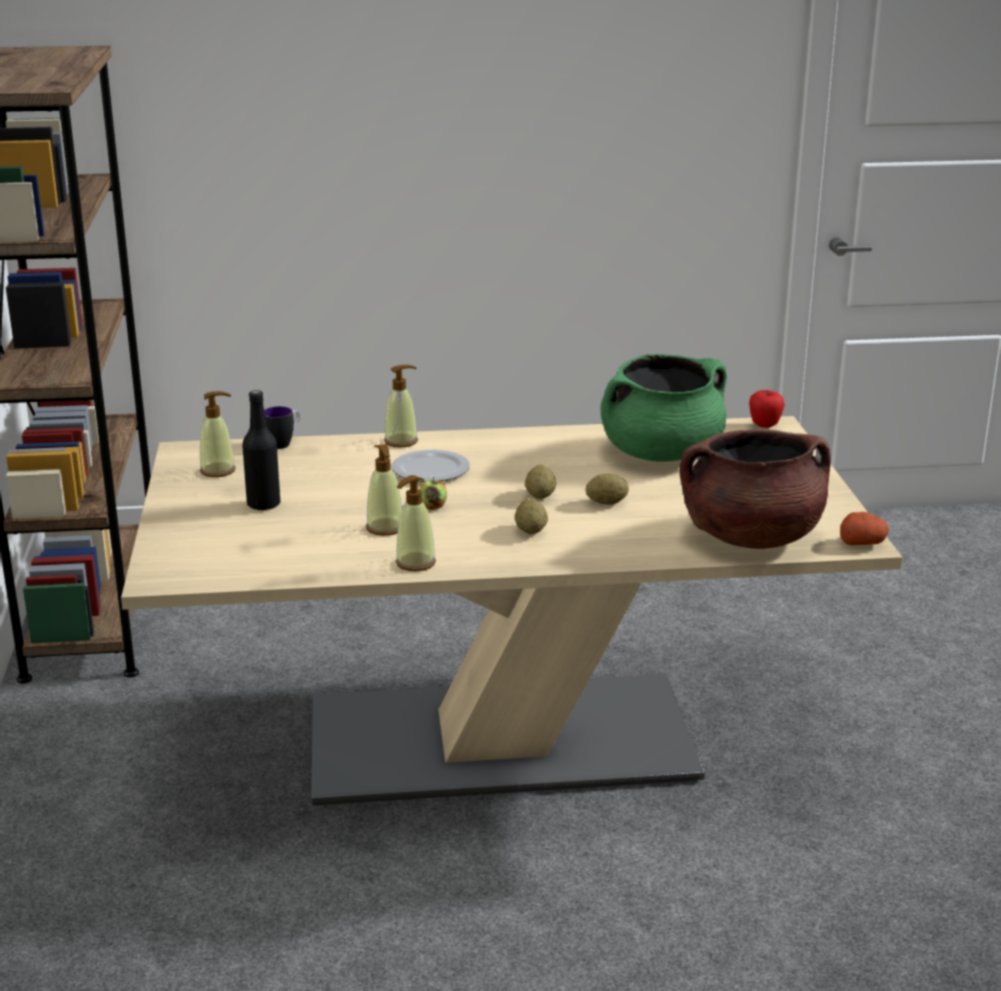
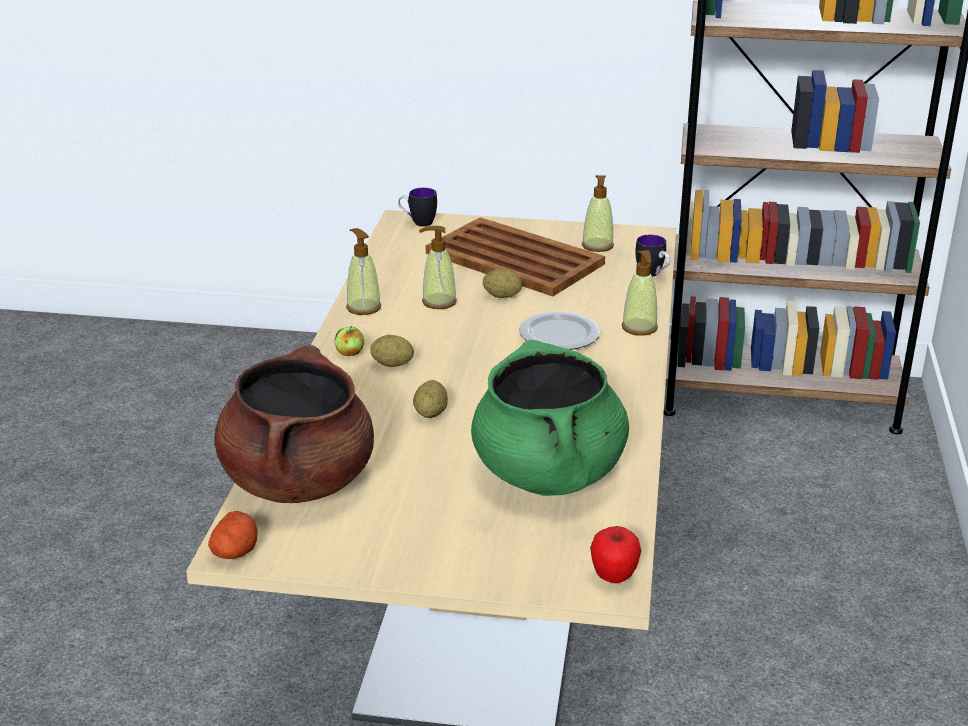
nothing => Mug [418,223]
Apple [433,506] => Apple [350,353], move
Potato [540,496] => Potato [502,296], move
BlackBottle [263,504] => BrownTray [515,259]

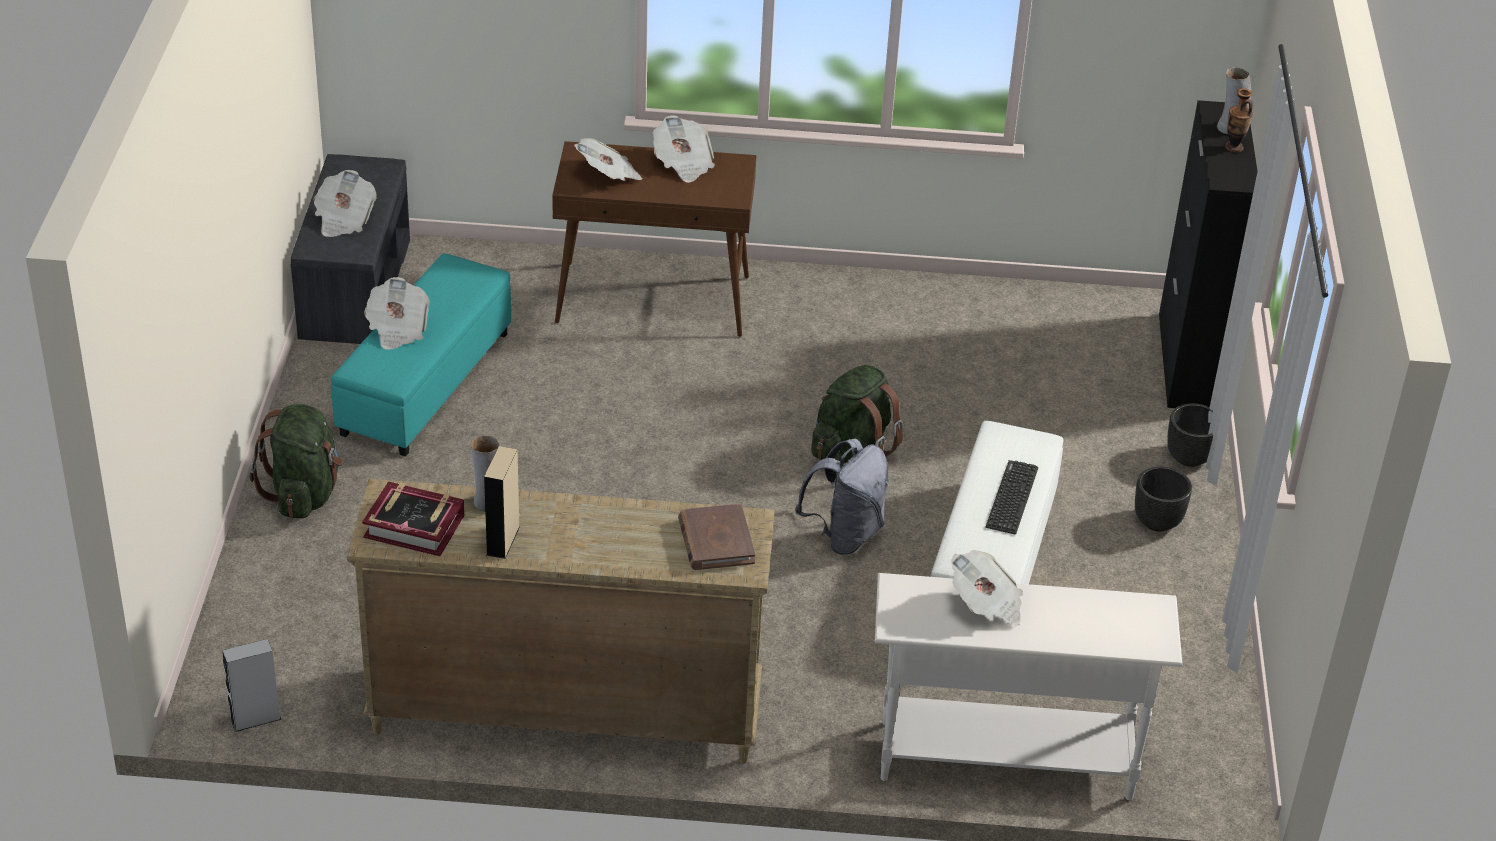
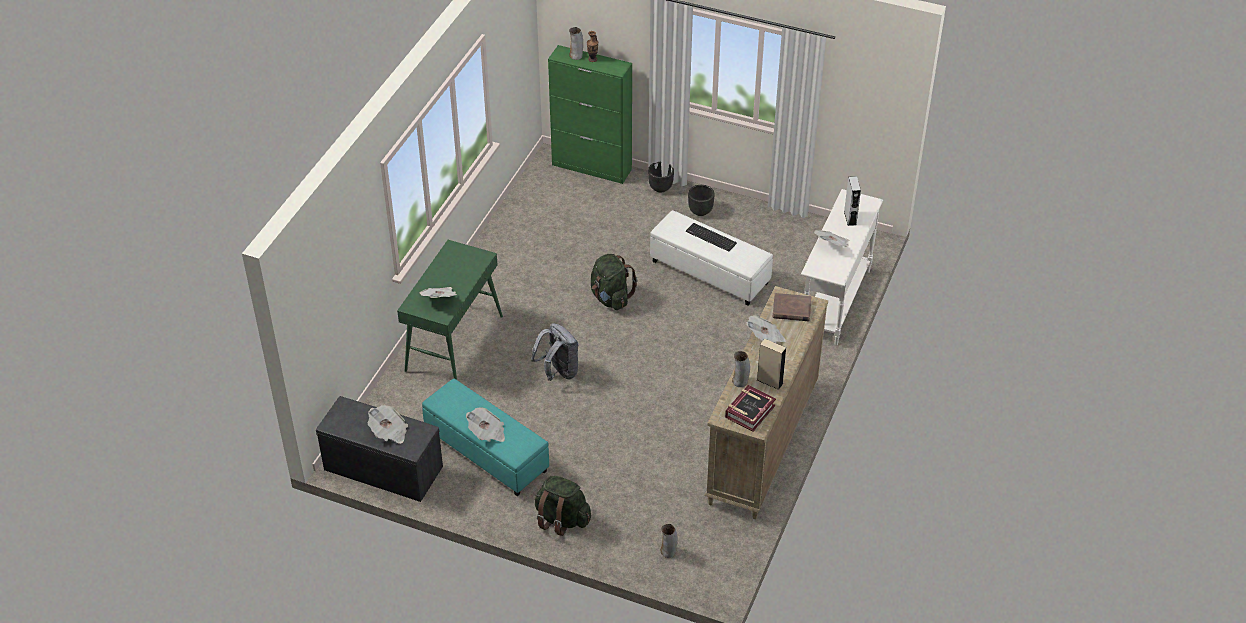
nothing => Vase [668,551]
GreySpeaker [255,719] => GreySpeaker [850,218], move
Newspaper [683,164] => Newspaper [765,338], move
GreyBackpack [845,535] => GreyBackpack [558,372], move
BrownConsoleTable [654,299] => GreenConsoleTable [454,343]
BlackCabinet [1186,362] => GreenCabinet [592,167]

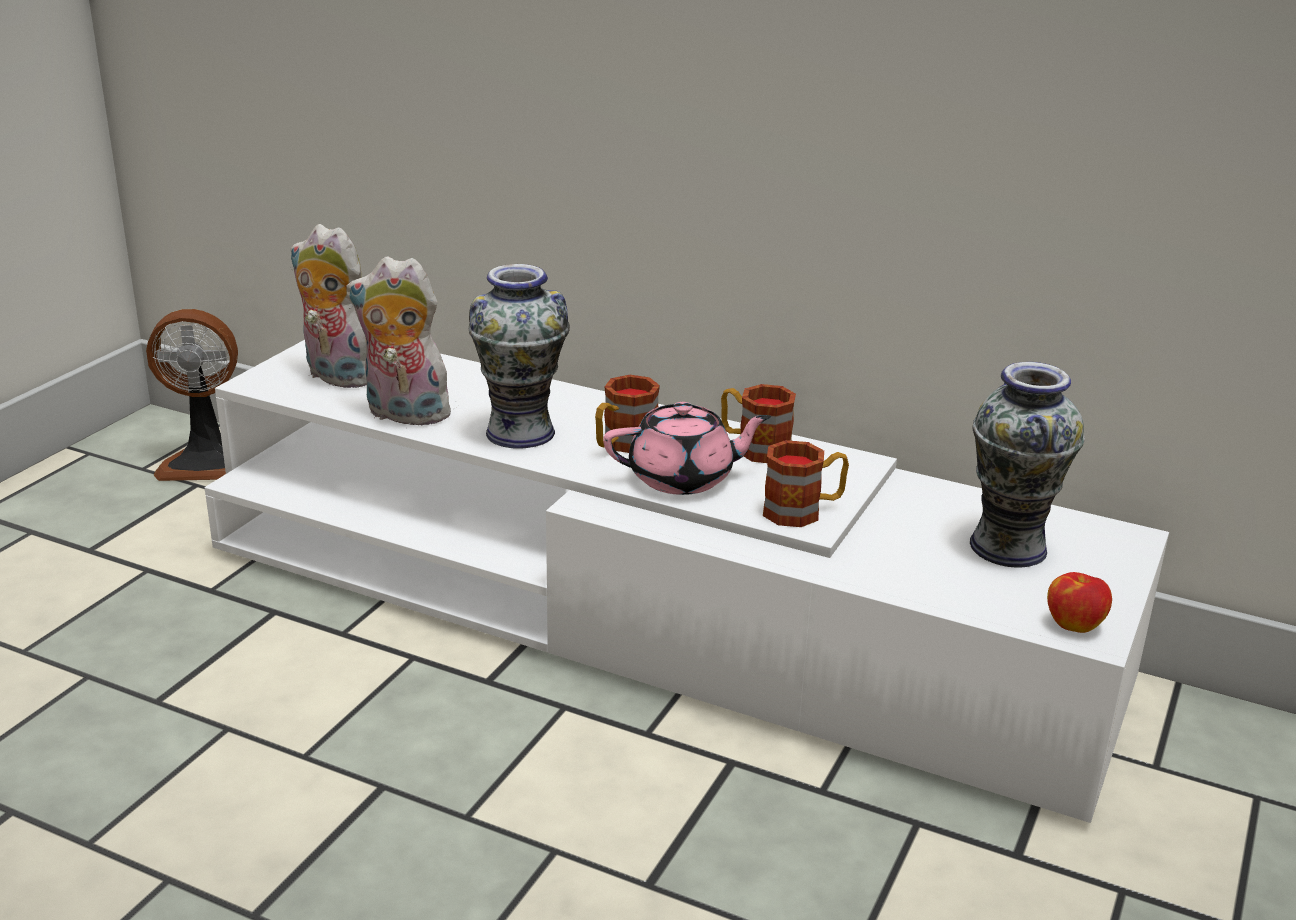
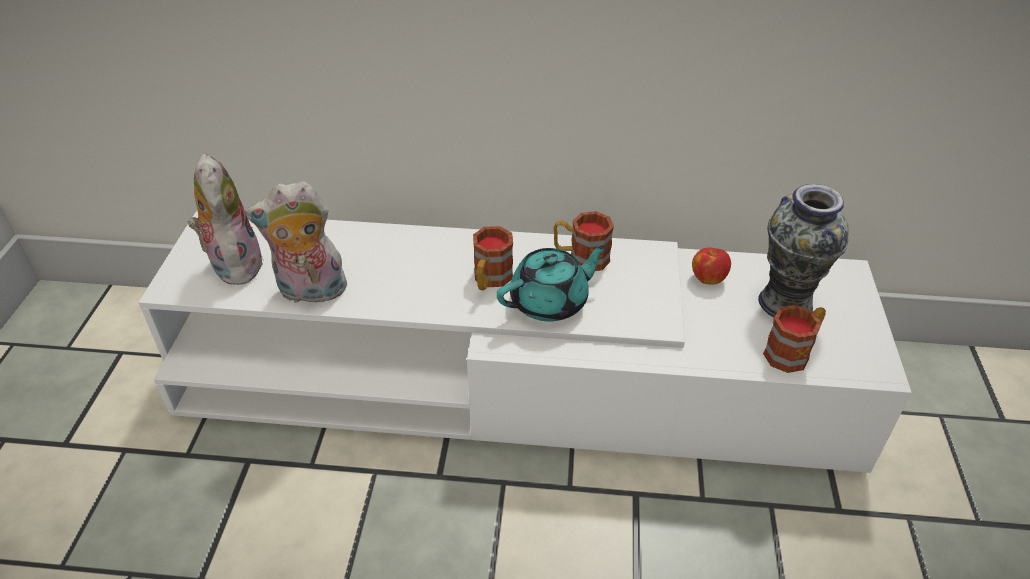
Fan [206,463] => nothing
Vase [520,432] => nothing
Mug [803,511] => Mug [792,352], move
Apple [1074,624] => Apple [708,278], move
PinkTeapot [683,478] => TurquoiseTeapot [550,302]
PlushToy [336,376] => PlushToy [233,264], 60 degrees clockwise

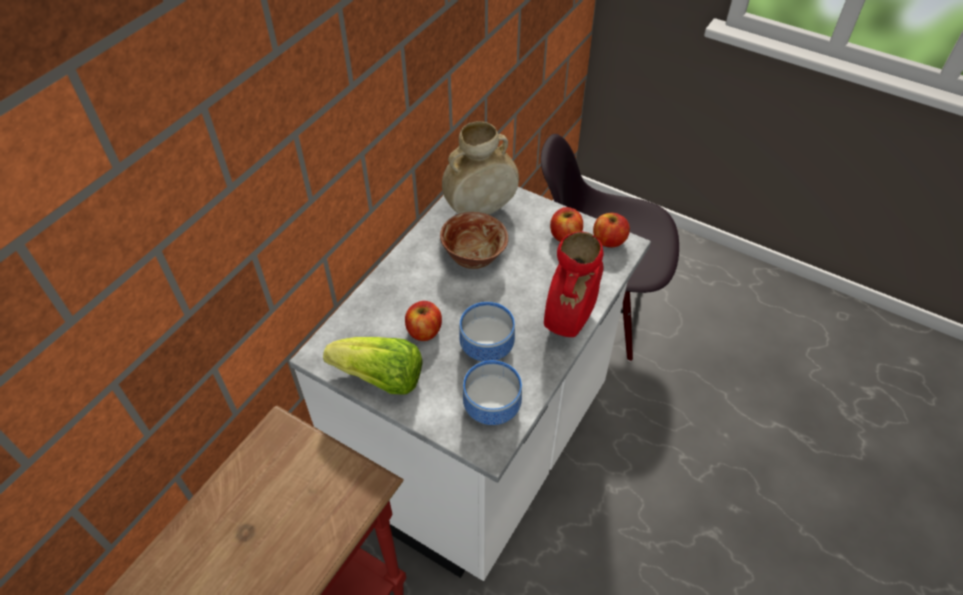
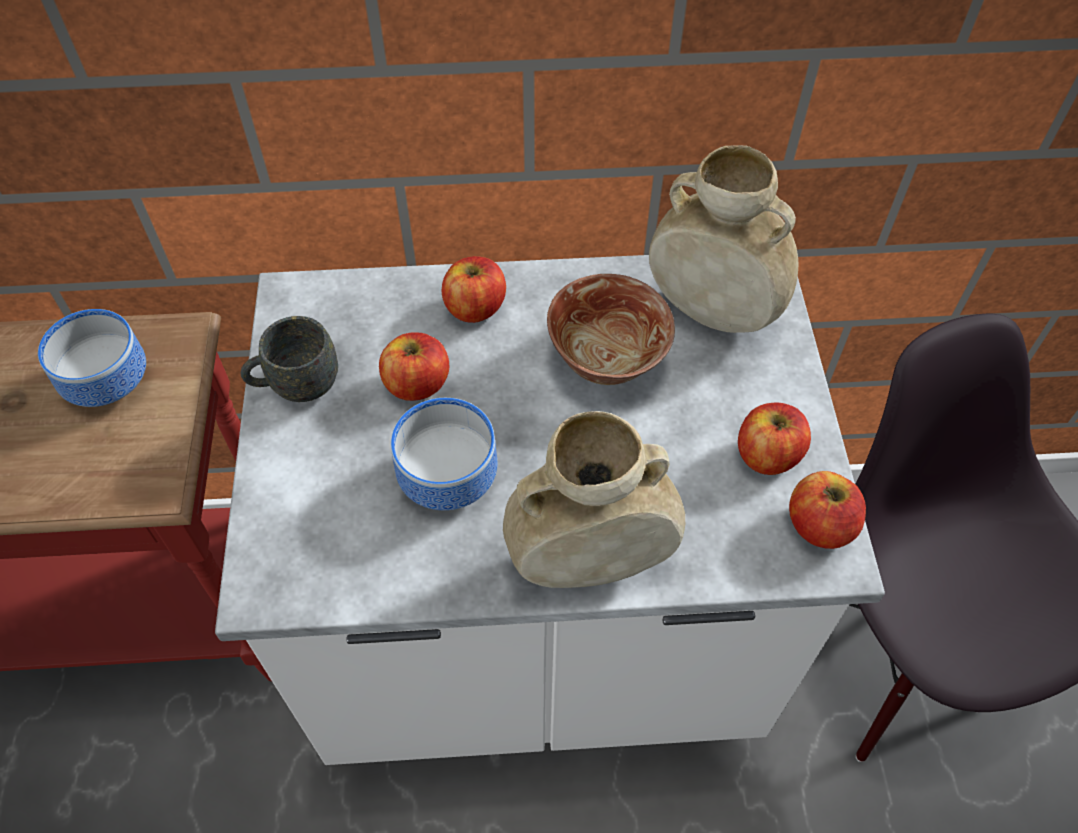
nothing => Apple [475,307]
Bowl [494,407] => Bowl [107,385], move
Lettuce [380,379] => GreyMug [296,385]
RedVase [569,320] => BeigeVase [590,562]

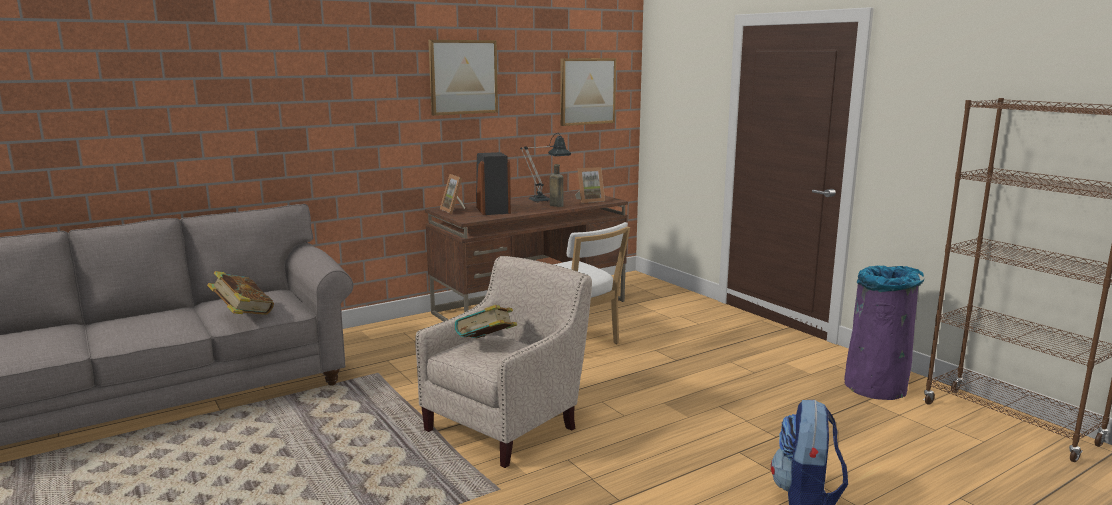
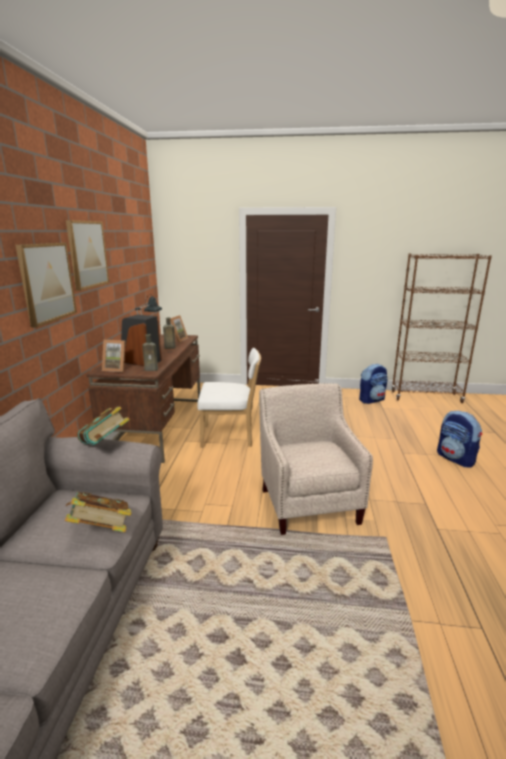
nothing => BrownBottle [152,369]
Book [486,345] => Book [105,445], move
Picture [587,91] => Picture [47,282], move
PurpleTrashCan [876,386] => Backpack [371,400]

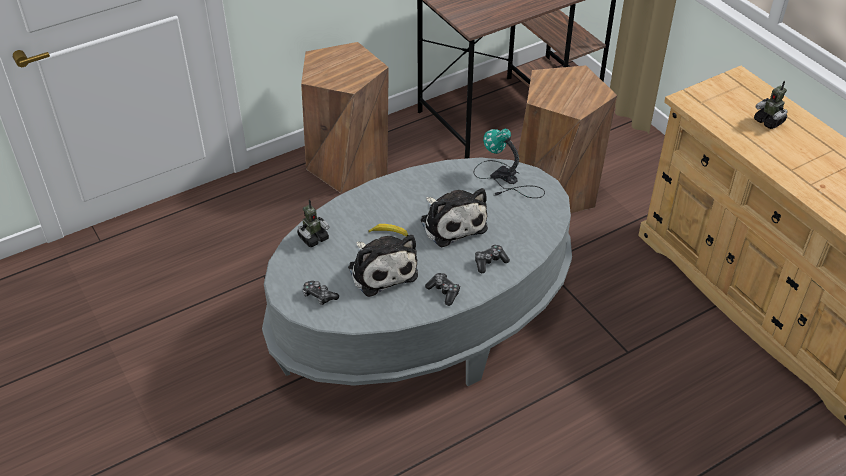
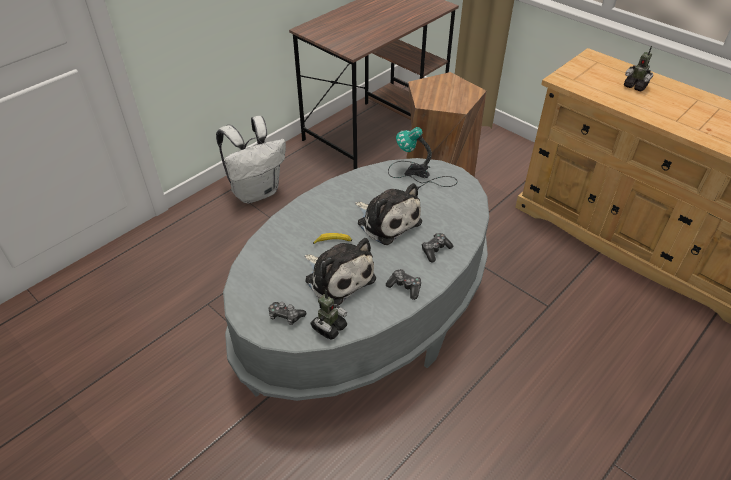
ToyRobot [313,238] => ToyRobot [329,327], move
BrownStool [348,164] => WhiteBackpack [257,191]

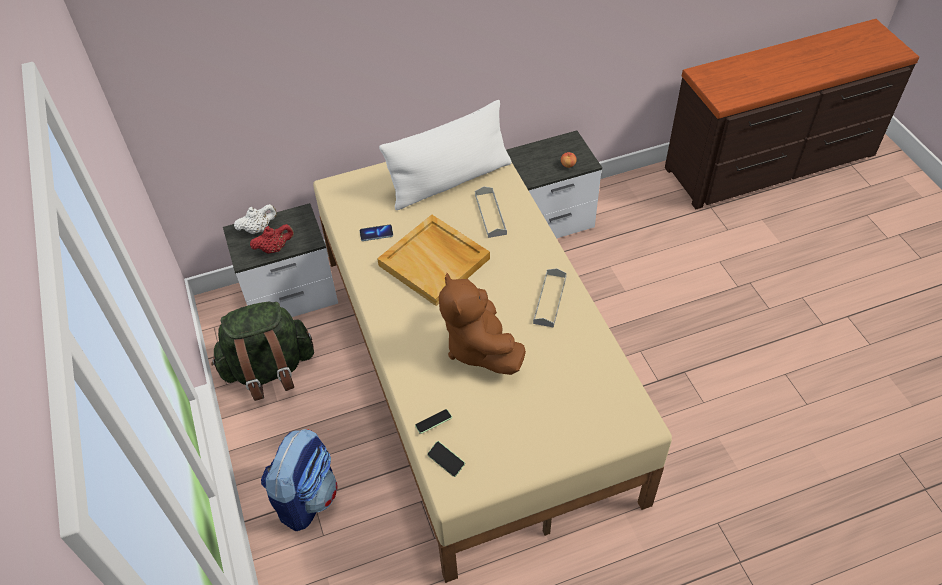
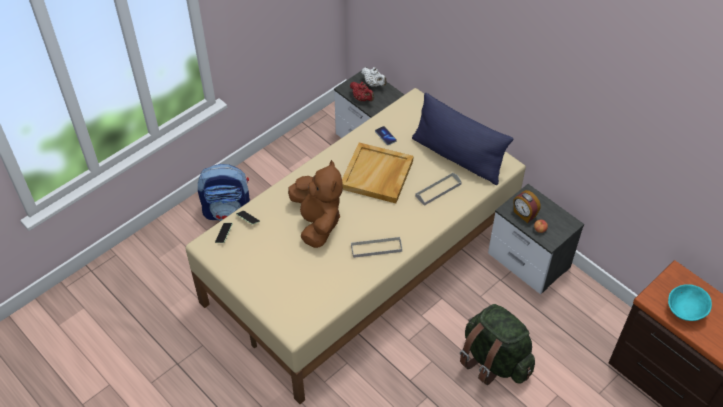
nothing => AlarmClock [524,214]
nothing => TurquoiseBowl [685,310]
GreenBackpack [269,370] => GreenBackpack [494,360], move
WhitePillow [450,181] => BluePillow [457,157]
BrownPlushToy [479,346] => BrownPlushToy [317,222], 120 degrees clockwise

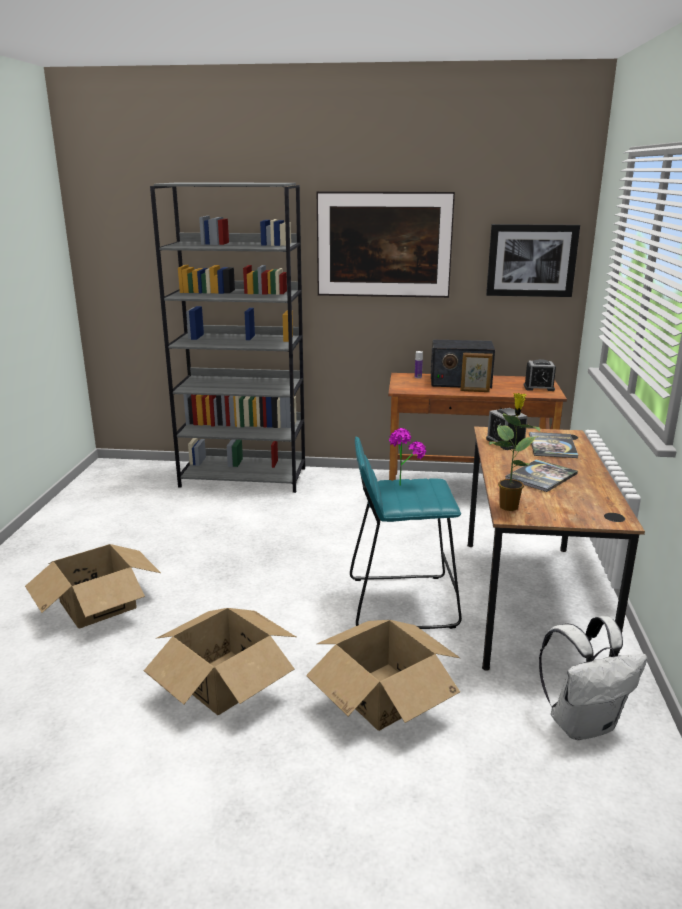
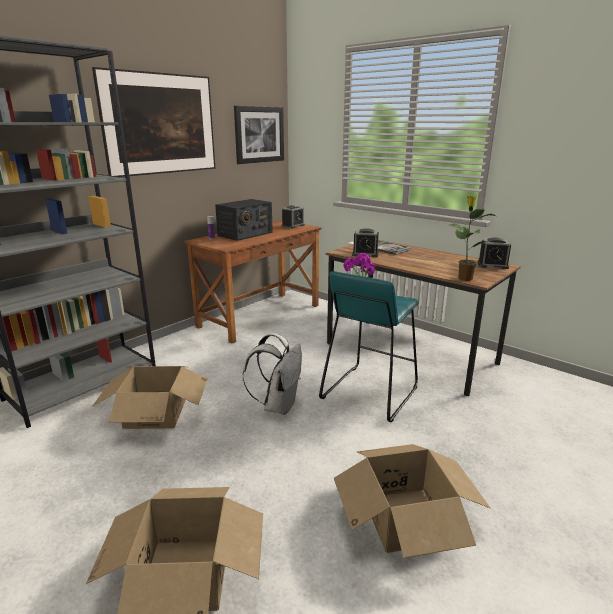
PictureFrame [475,391] => nothing
Book [541,476] => nothing
nothing => AlarmClock [492,265]
CardboardBox [384,695] => CardboardBox [156,413], move
WhiteBackpack [583,723] => WhiteBackpack [278,405], move

